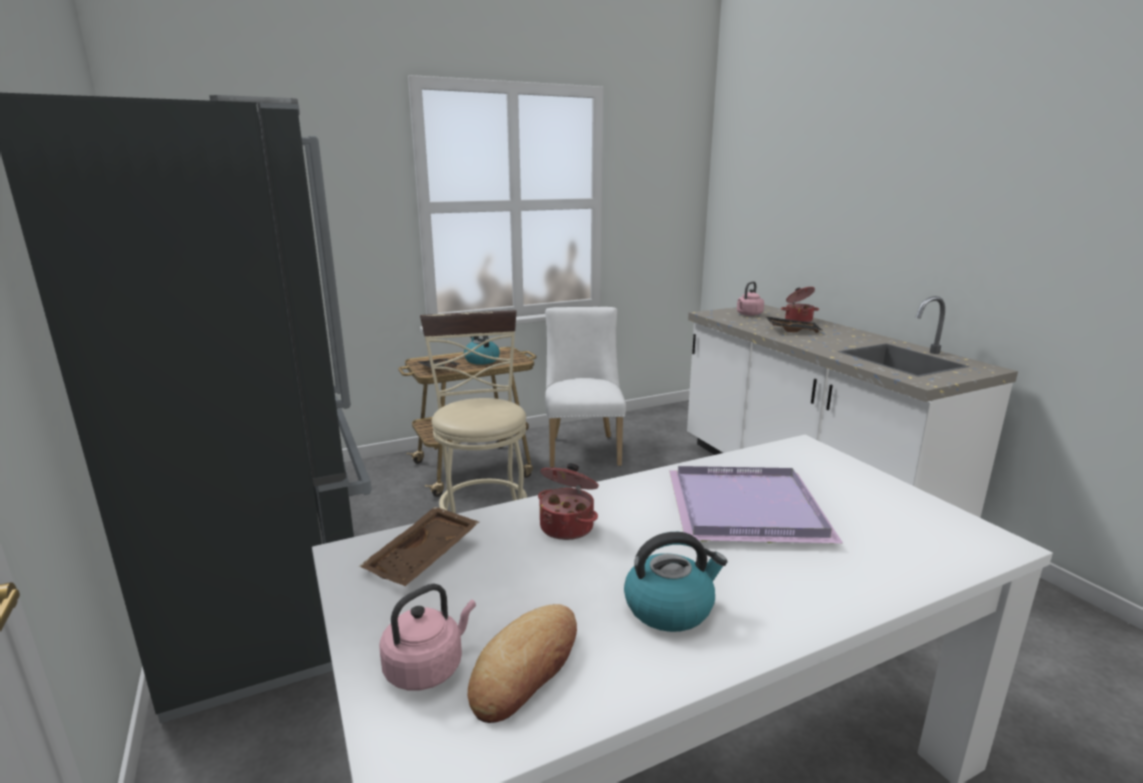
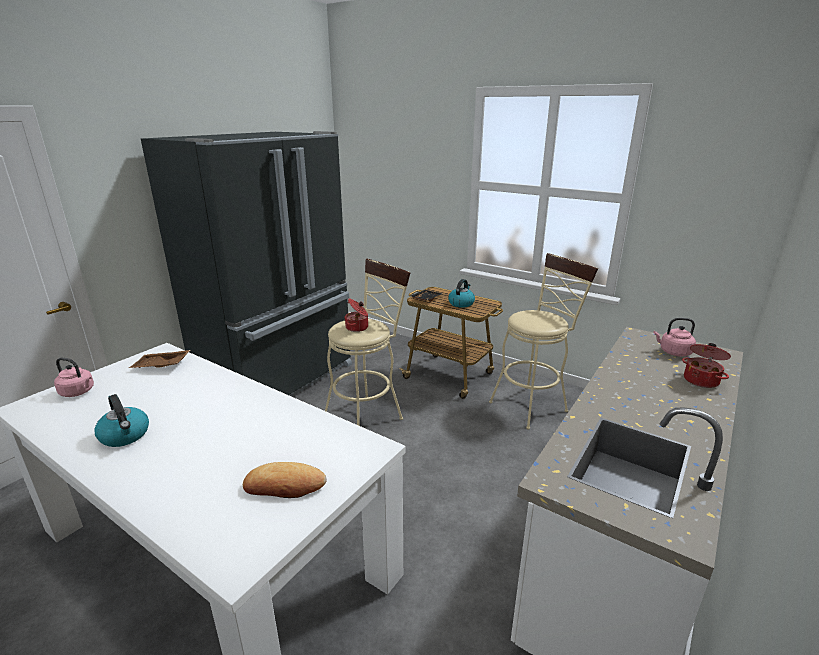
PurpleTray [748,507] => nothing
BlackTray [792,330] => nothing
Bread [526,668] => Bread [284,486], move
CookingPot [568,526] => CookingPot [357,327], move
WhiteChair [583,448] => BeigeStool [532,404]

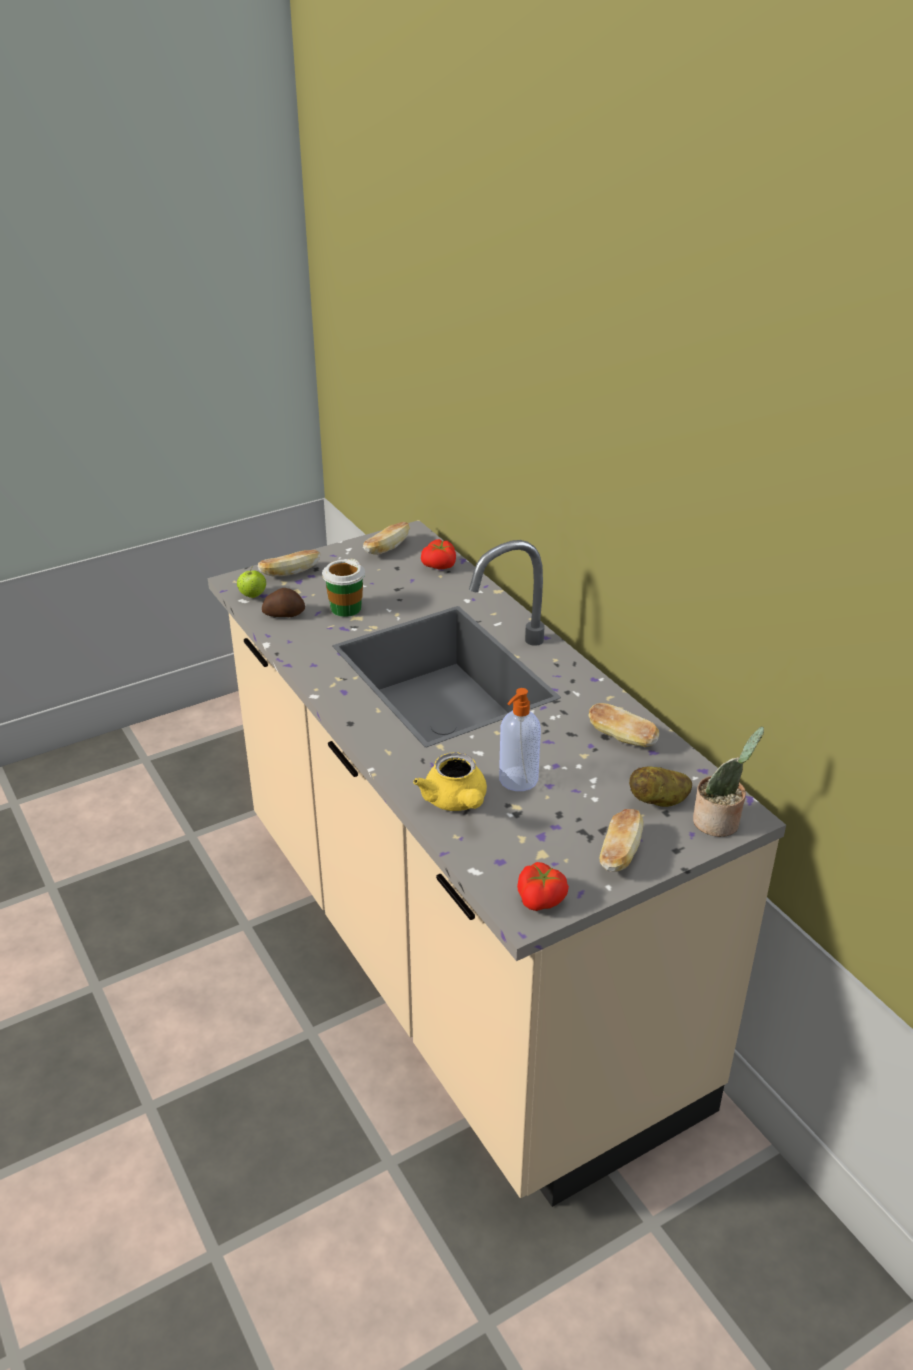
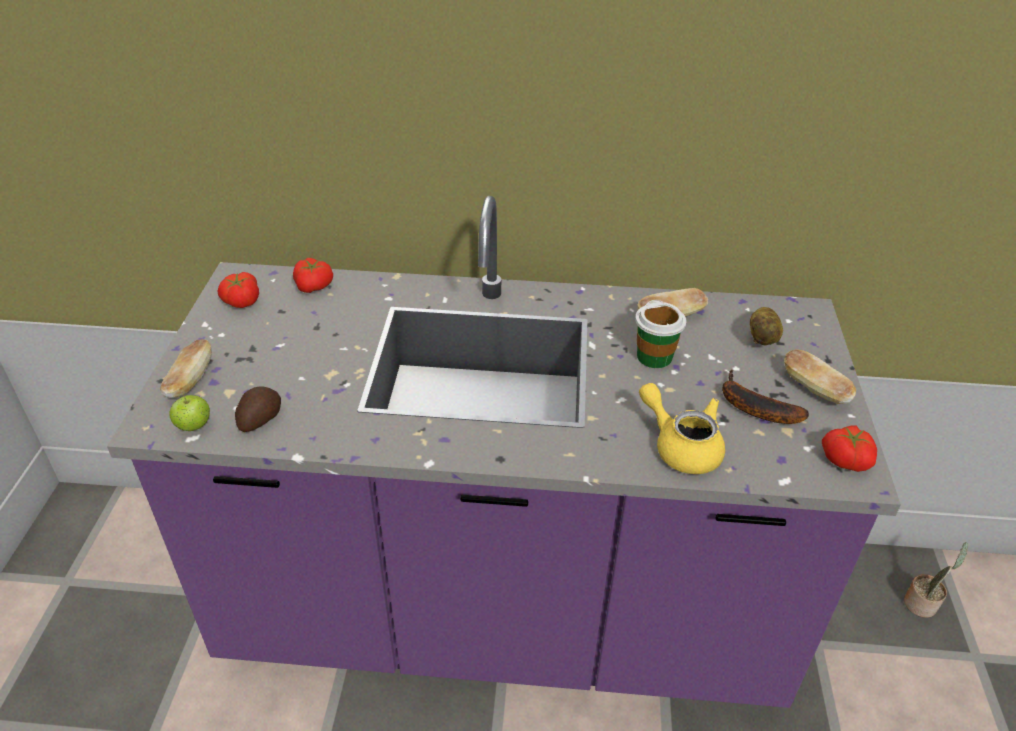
SoapDispenser [517,780] => nothing
nothing => Banana [752,407]
Cup [345,608] => Cup [654,357], move
PottedPlant [719,823] => PottedPlant [922,603], move
Bread [387,549] => Tomato [240,301]
BeigeCounter [456,961] => PurpleCounter [503,613]
YellowTeapot [456,802] => YellowTeapot [681,446], 150 degrees counterclockwise

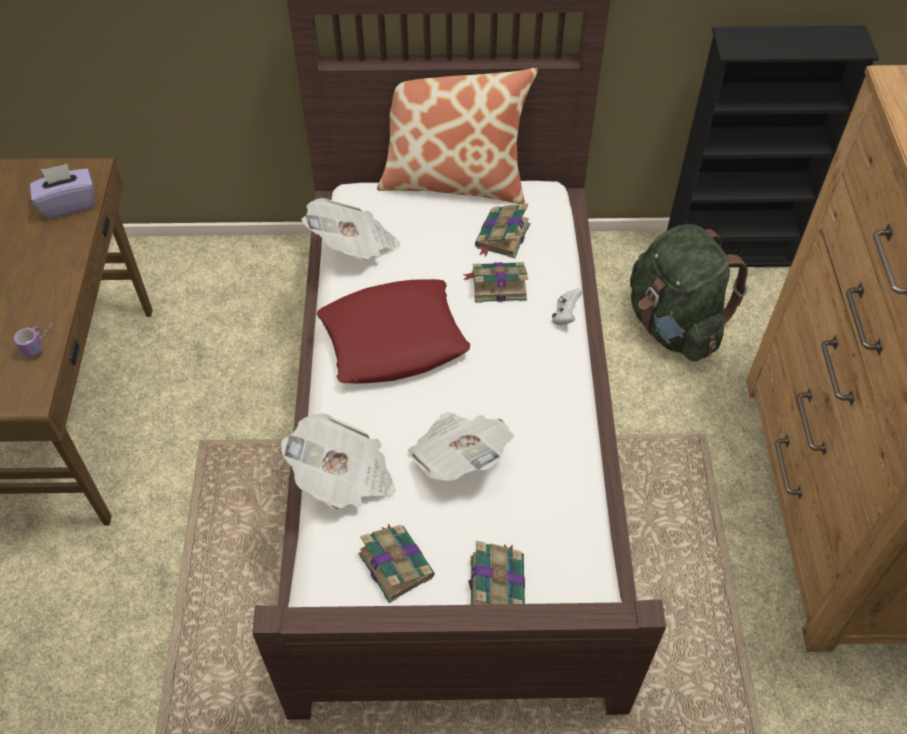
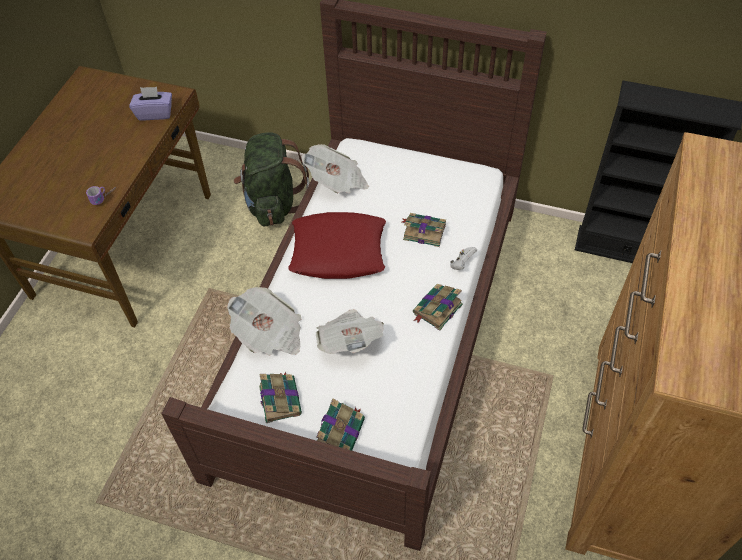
Pillow [454,180] => nothing
Book [502,237] => Book [437,309], move
GreenBackpack [673,325] => GreenBackpack [273,203], move

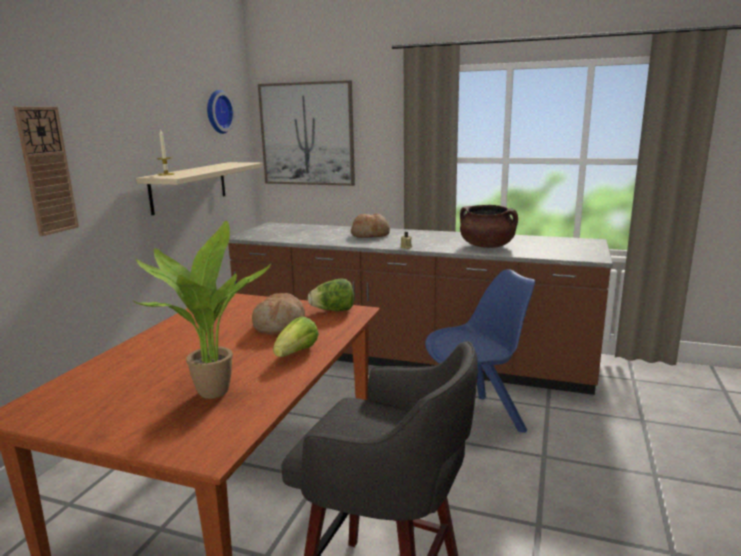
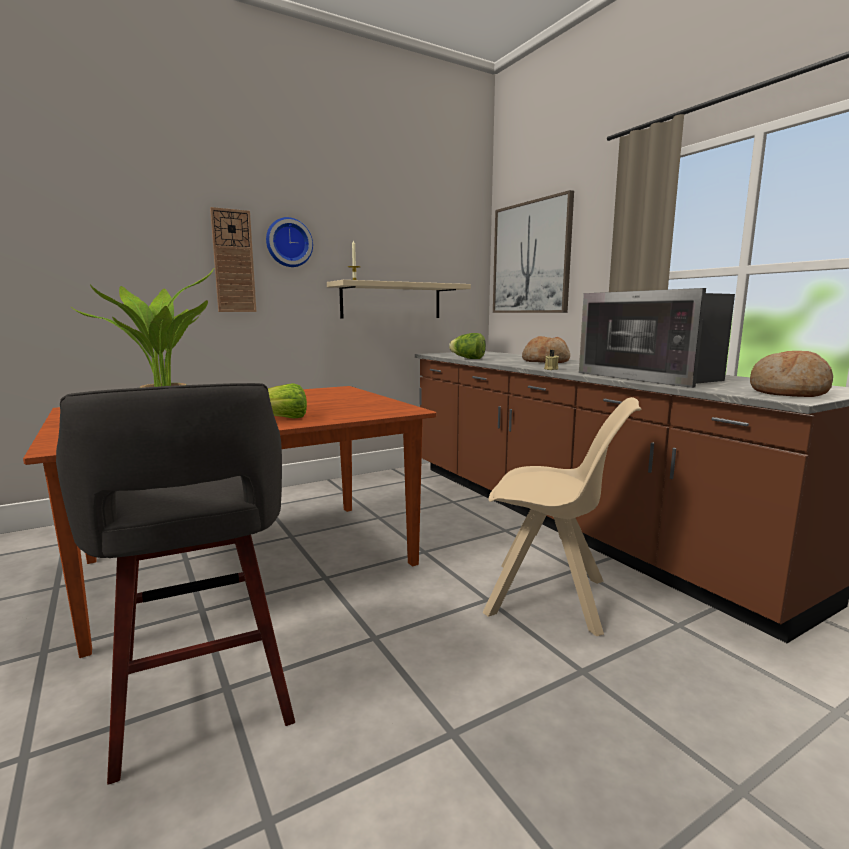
WallClock [217,112] => WallClock [288,243], move
Bread [280,326] => Bread [789,392], move
Lettuce [333,310] => Lettuce [468,359], move
BrownCookingPot [487,246] => Microwave [653,377]
BlueChair [475,420] => BeigeChair [551,598]

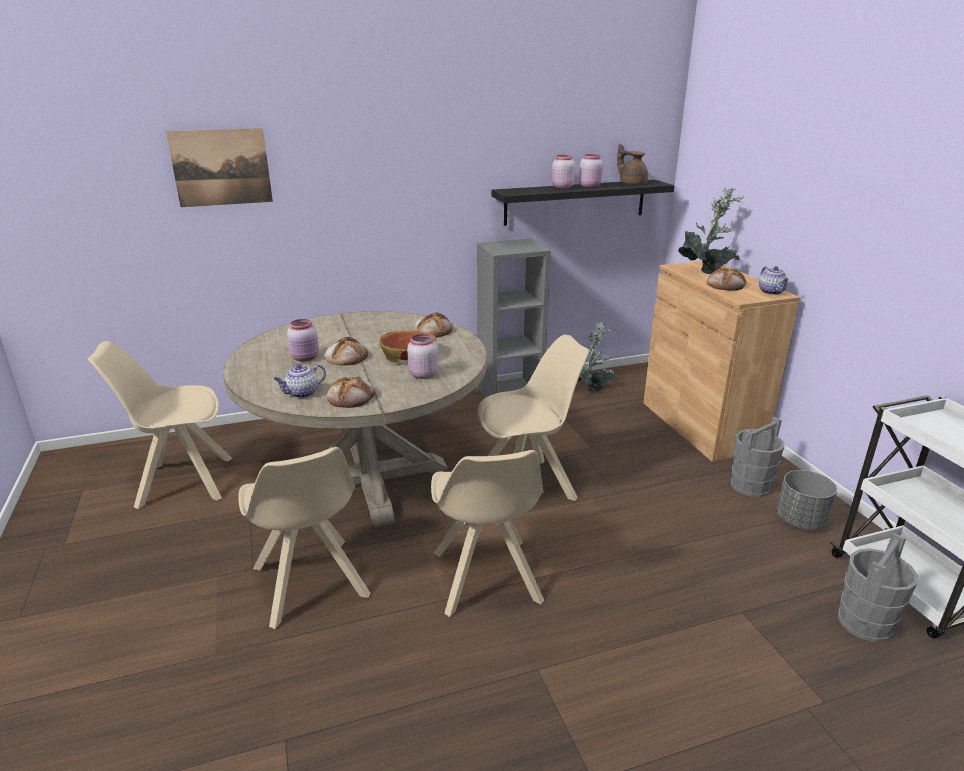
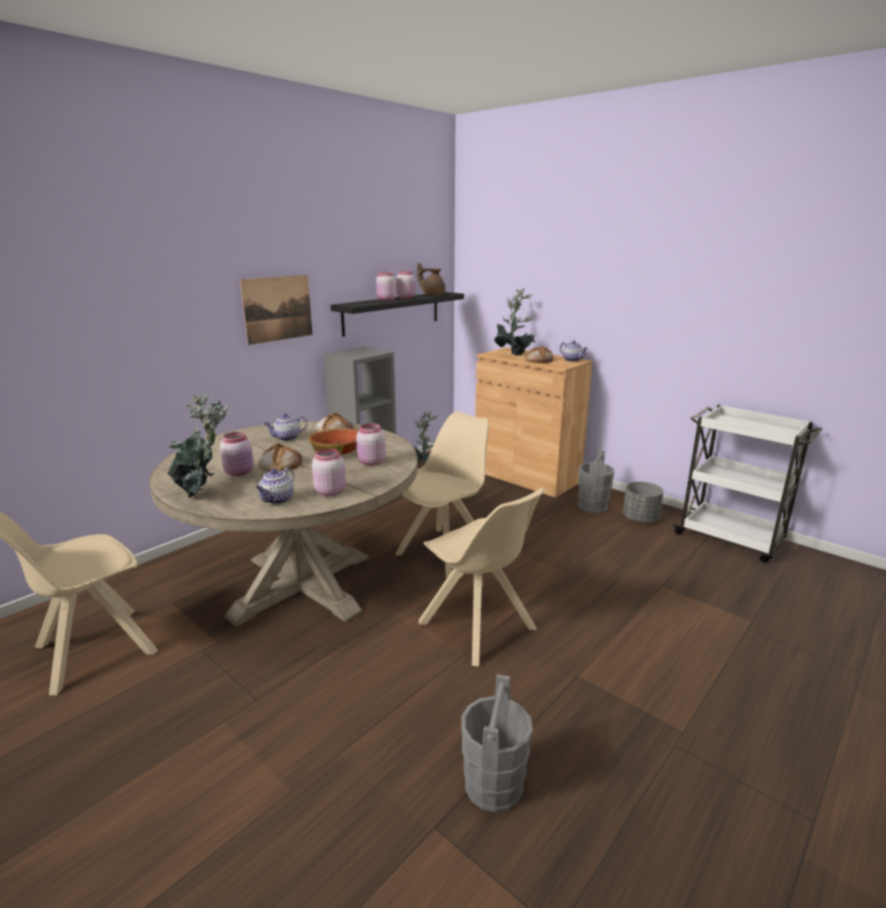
BeigeChair [310,584] => nothing
nothing => PottedPlant [202,494]
nothing => Teapot [286,438]
Picture [221,167] => Picture [278,308], move
GreyBucket [864,623] => GreyBucket [493,785], move
Bread [351,397] => PinkJar [330,491]

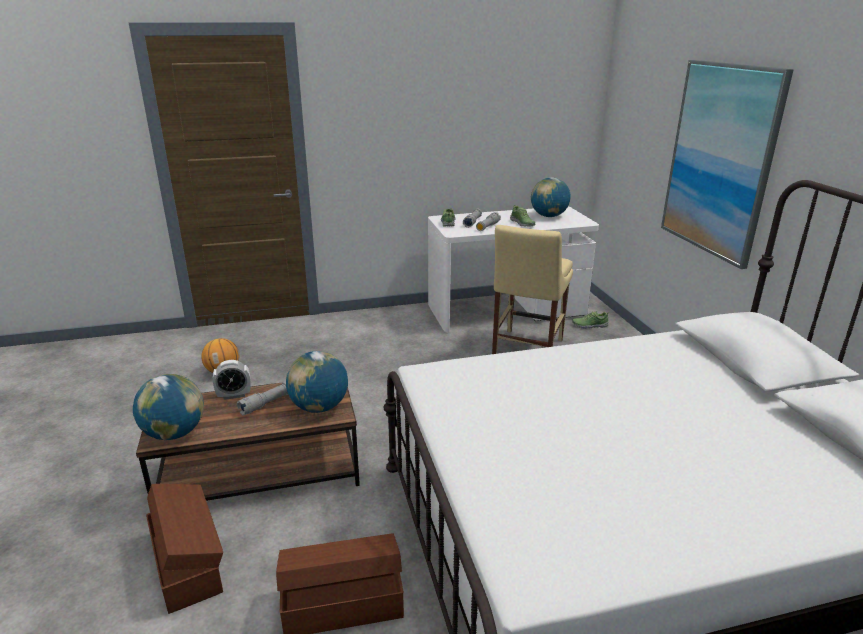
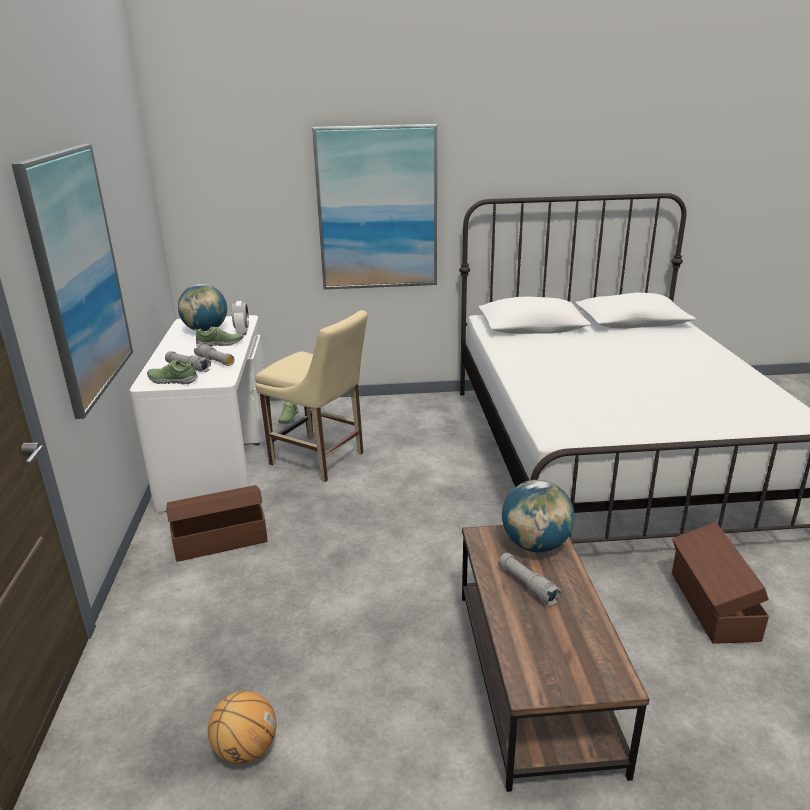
Globe [174,433] => nothing
nothing => Picture [79,275]
BrownStorageBox [188,562] => BrownStorageBox [219,539], move
AlarmClock [234,395] => AlarmClock [242,332], move

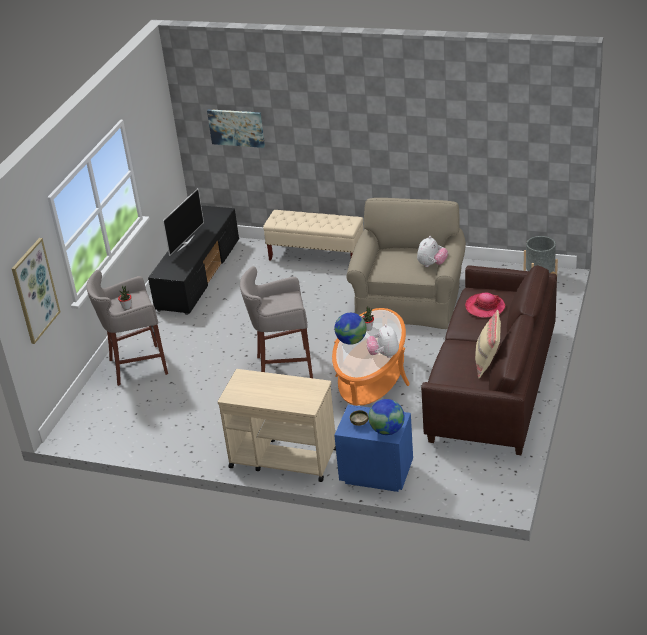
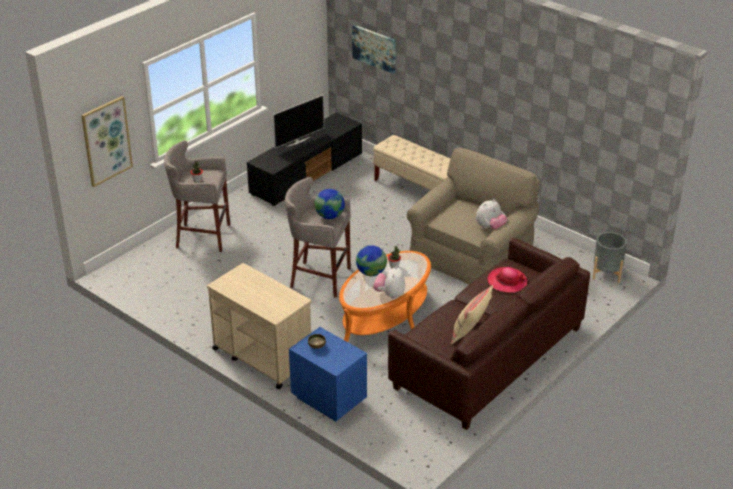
Globe [387,430] => Globe [329,216], move

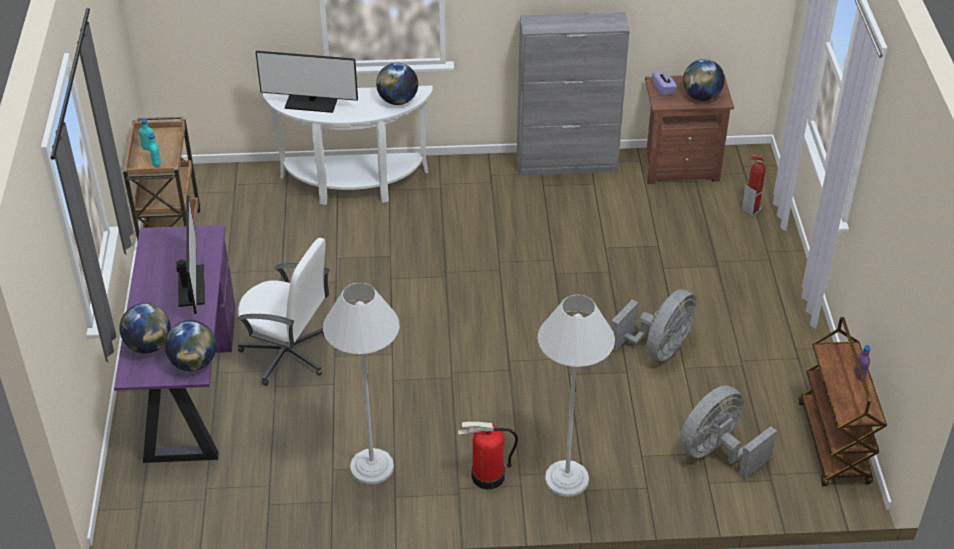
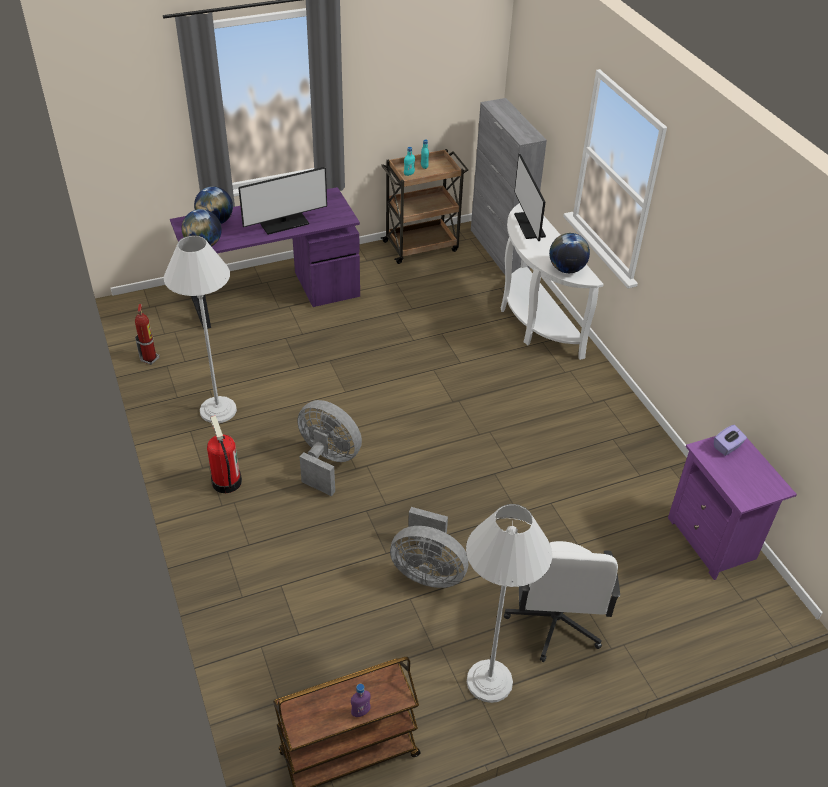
Globe [701,96] => nothing
WhiteOfficeChair [287,354] => WhiteOfficeChair [554,621], move
GreyCabinet [567,164] => GreyCabinet [499,250], move
WhiteFloorLamp [567,479] => WhiteFloorLamp [489,681], move
GreyFan [717,452] => GreyFan [327,462], move
FireExtinguisher [751,209] => FireExtinguisher [150,359], move
BrownNightstand [680,167] => PurpleNightstand [714,540]

